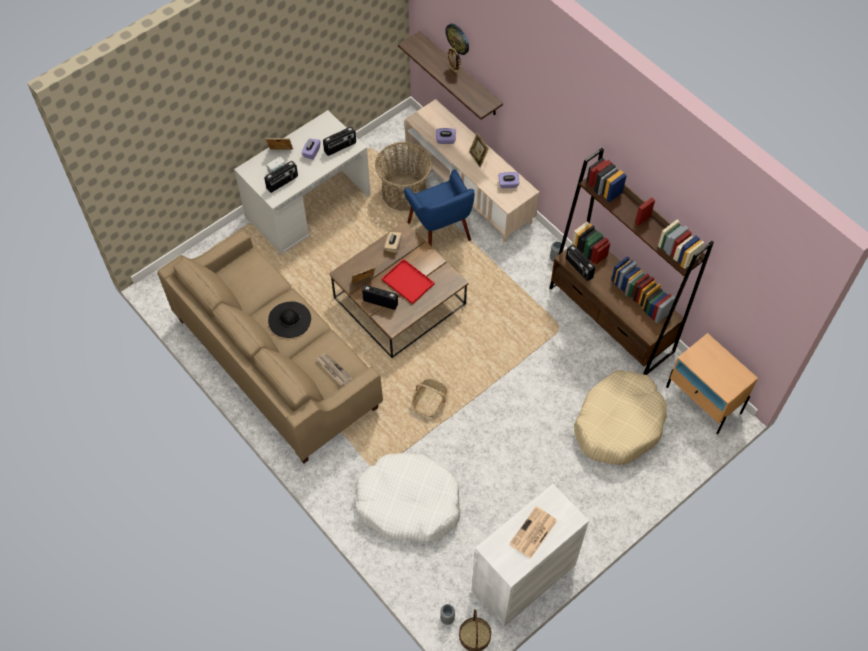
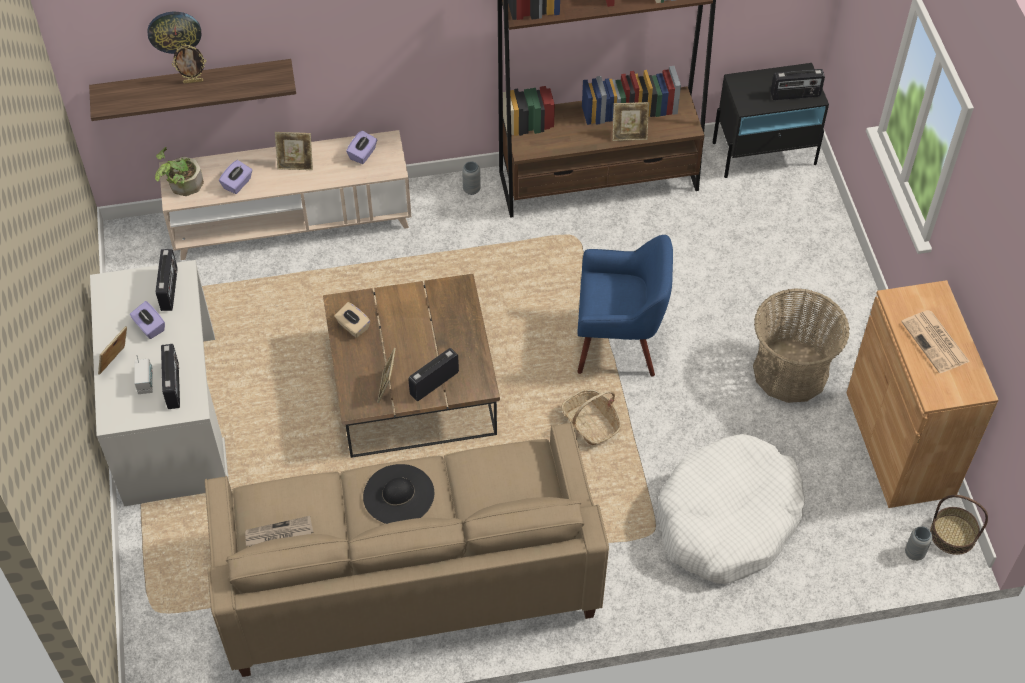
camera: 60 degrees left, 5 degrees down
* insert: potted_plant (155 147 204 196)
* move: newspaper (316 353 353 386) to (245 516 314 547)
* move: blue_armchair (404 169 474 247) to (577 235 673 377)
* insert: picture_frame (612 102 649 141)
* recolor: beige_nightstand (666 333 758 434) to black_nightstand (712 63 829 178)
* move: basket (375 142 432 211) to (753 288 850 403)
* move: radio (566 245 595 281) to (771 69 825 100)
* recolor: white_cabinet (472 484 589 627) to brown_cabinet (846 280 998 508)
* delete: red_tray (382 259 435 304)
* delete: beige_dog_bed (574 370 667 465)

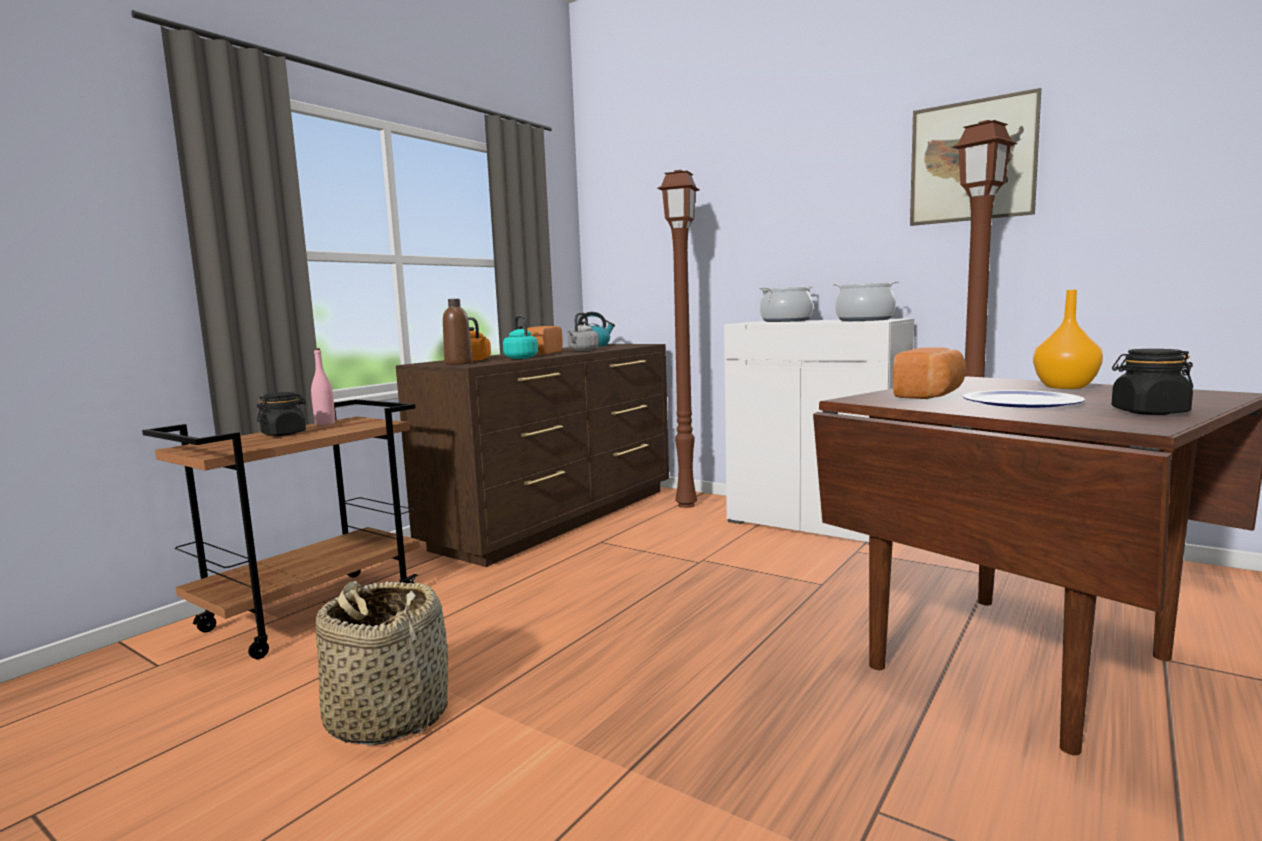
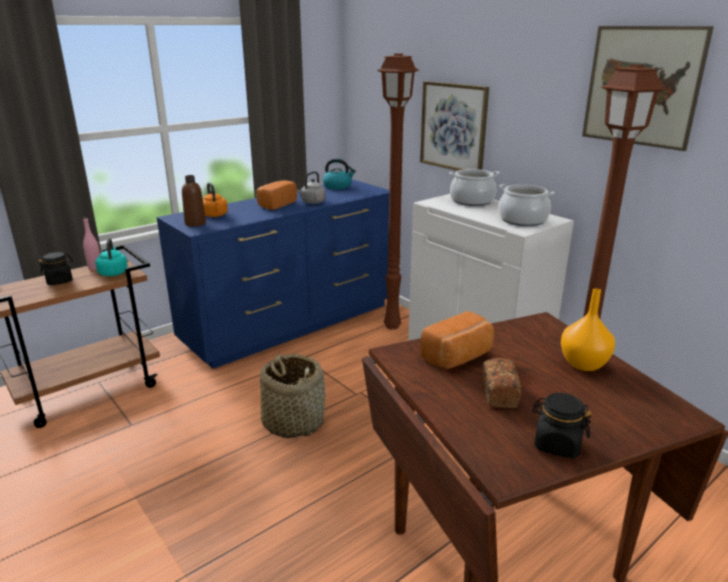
camera: 15 degrees right, 15 degrees up
* move: turquoise_kettle (503 315 538 359) to (95 238 128 276)
* recolor: brown_dresser (396 344 669 567) to blue_dresser (157 179 389 369)
* move: basket (316 581 448 745) to (260 354 325 438)
* insert: picture (420 81 489 171)
* replace: plate (963 390 1085 408) to bread (483 358 521 409)

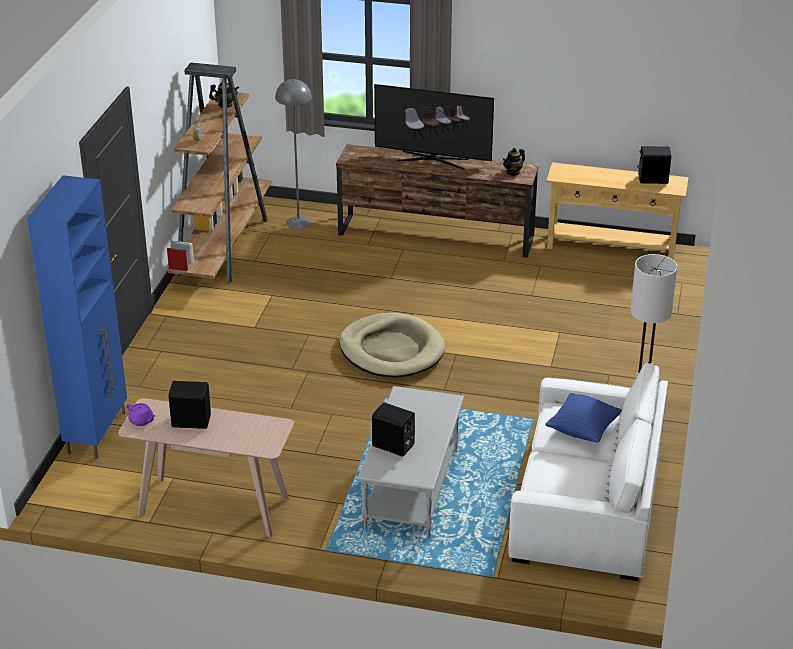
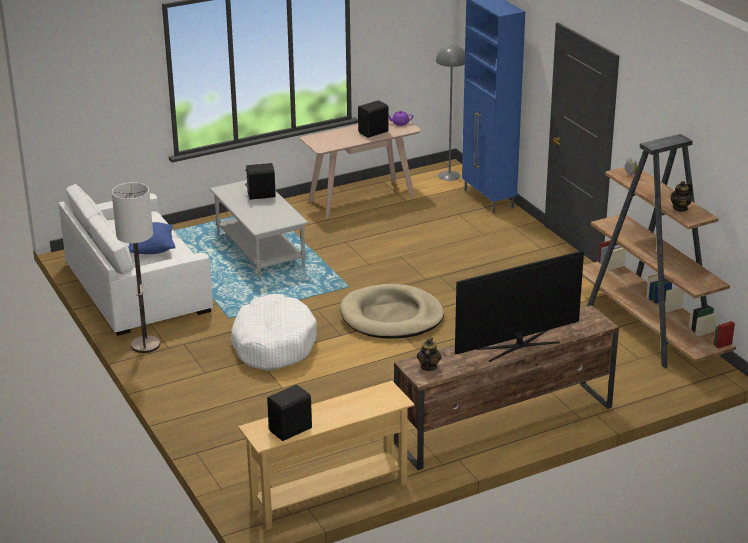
camera: 140 degrees right, 5 degrees down
* insert: white_dog_bed (231 294 317 371)
* move: grey_floor_lamp (275 79 312 229) to (436 45 465 181)

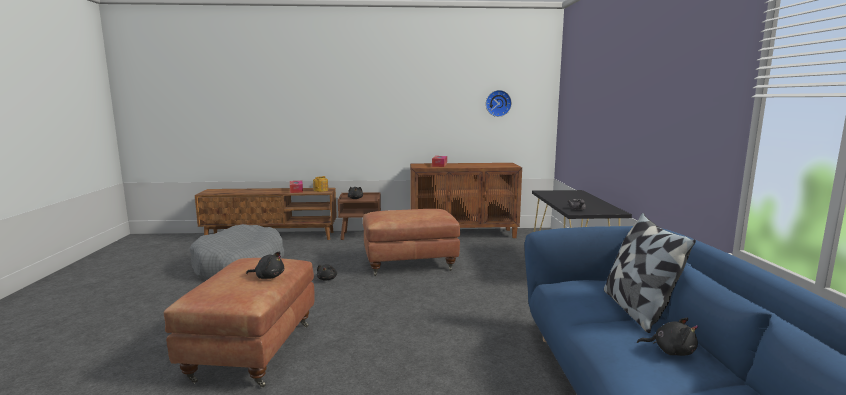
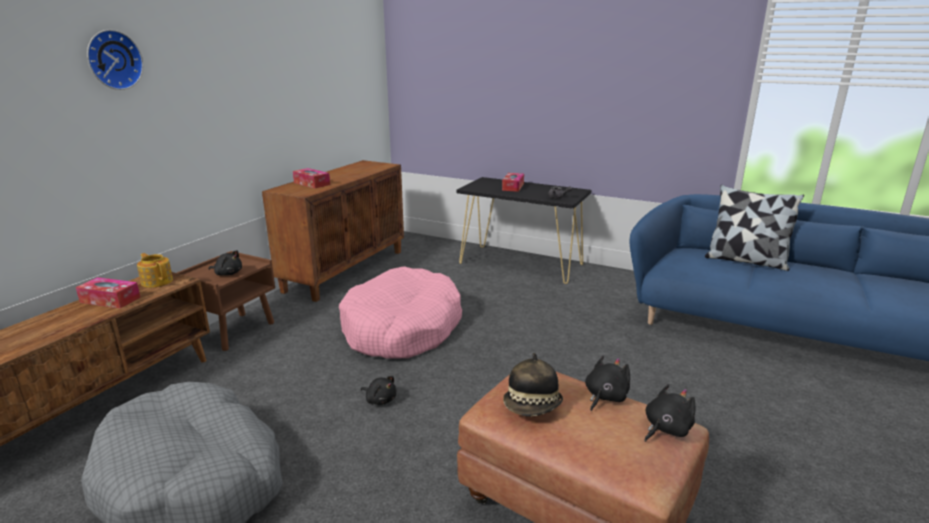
camera: 60 degrees left, 10 degrees up
* move: wall_clock (486 90 512 117) to (87 30 143 90)
* replace: brown_ottoman (363 209 460 276) to pink_dog_bed (339 266 462 358)
* insert: tissue_box (502 173 524 192)
* insert: hat (503 353 563 417)
* move: black_plush_toy (637 318 698 356) to (644 384 695 442)

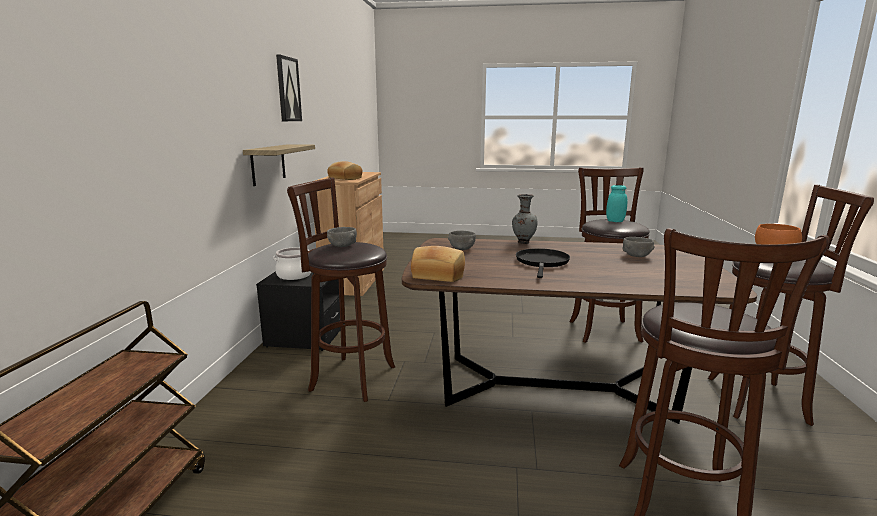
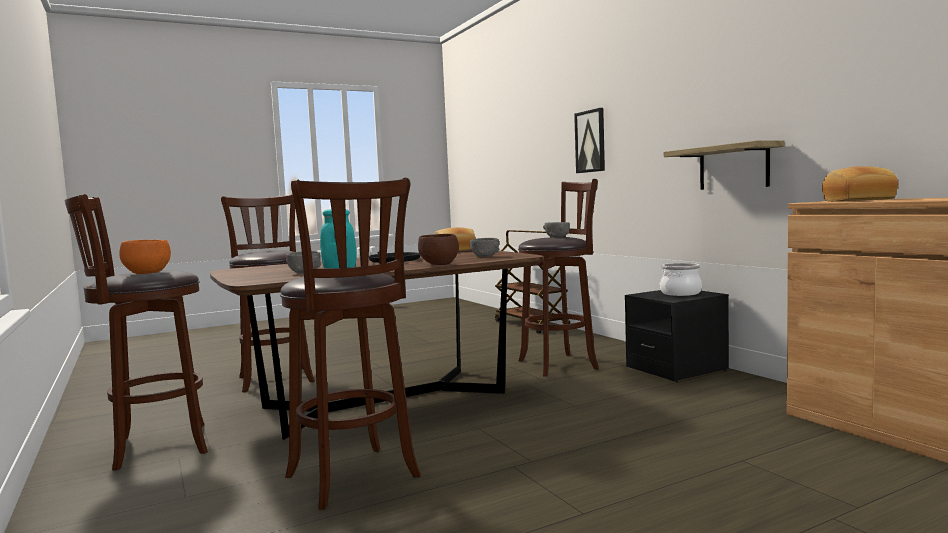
camera: 145 degrees right, 10 degrees down
* replace: grey_vase (512 194 538 244) to brown_bowl (418 234 459 265)
* move: picture (276 54 302 121) to (574 108 605 173)

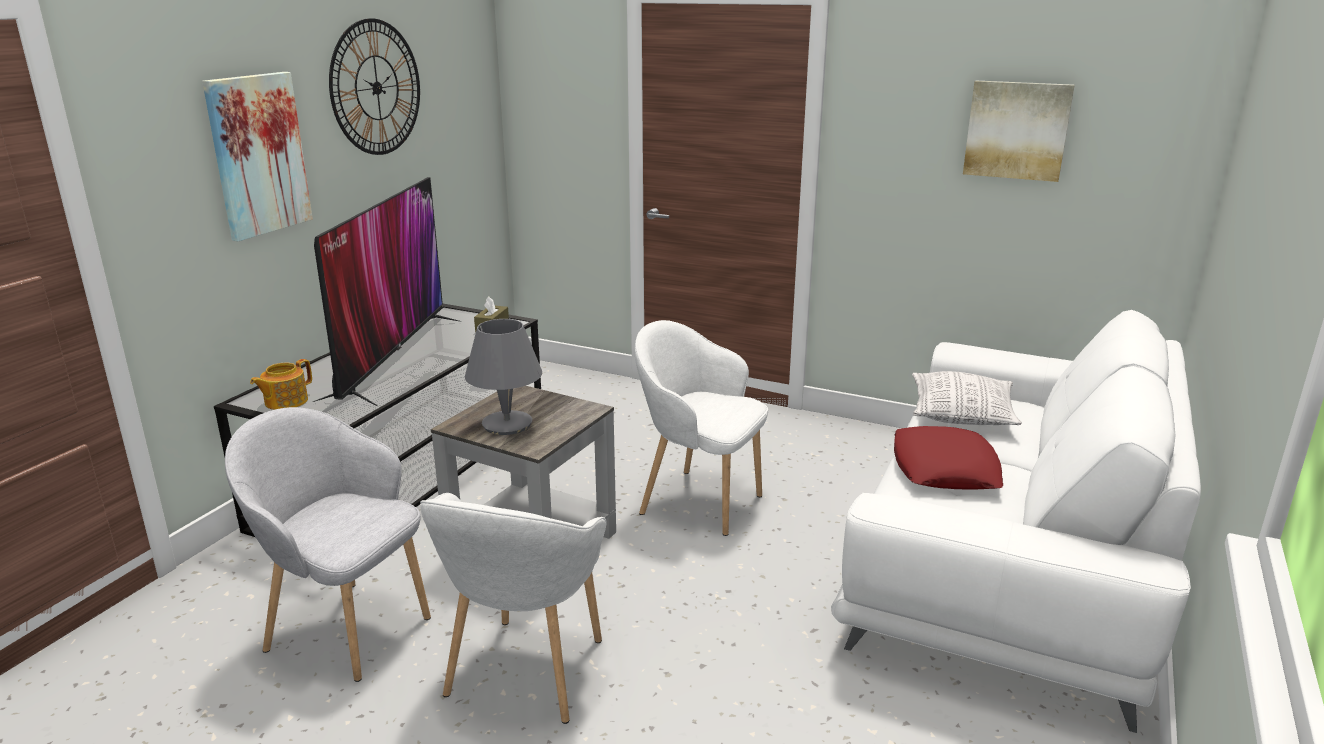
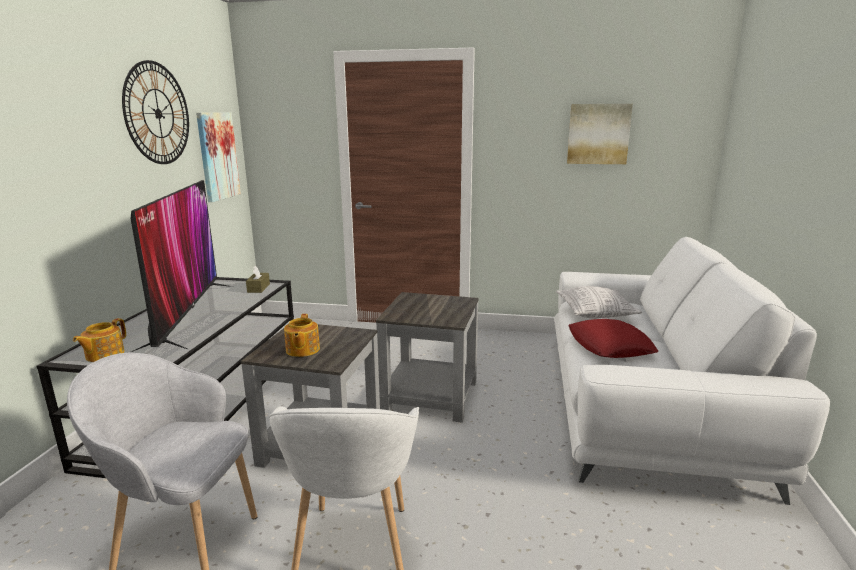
camera: 15 degrees left, 5 degrees down
* move: picture (202 72 313 241) to (196 112 241 202)
* replace: grey_table_lamp (465 319 542 435) to teapot (284 314 320 357)
* replace: white_armchair (634 320 768 536) to grey_side_table (376 292 479 423)

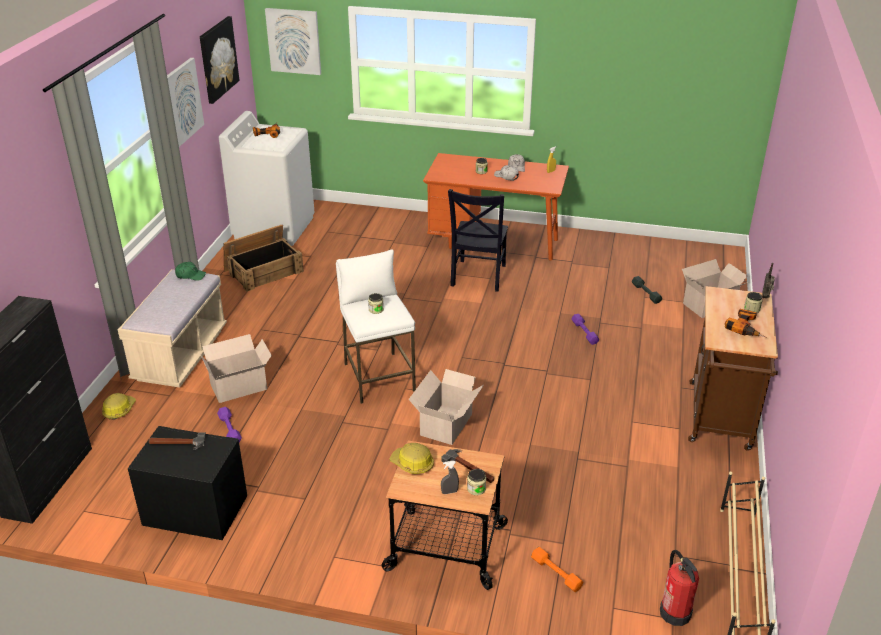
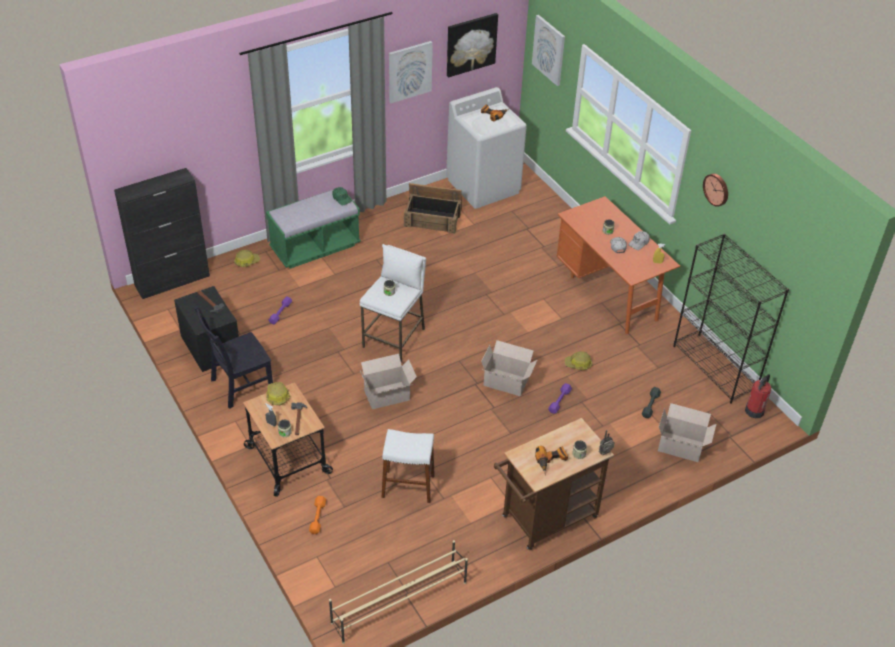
camera: 45 degrees right, 10 degrees up
* move: black_chair (448 189 508 292) to (194 306 273 409)
* recolor: beige_bench (118 269 227 387) to green_bench (266 190 361 269)
* insert: white_stool (382 429 435 503)
* move: cardboard_box (200 334 272 403) to (481 340 538 396)
* insert: hard_hat (565 351 592 370)
* insert: black_bookcase (673 233 789 404)
* insert: wall_clock (703 173 728 207)
* move: fire_extinguisher (660 550 699 626) to (745 374 771 418)

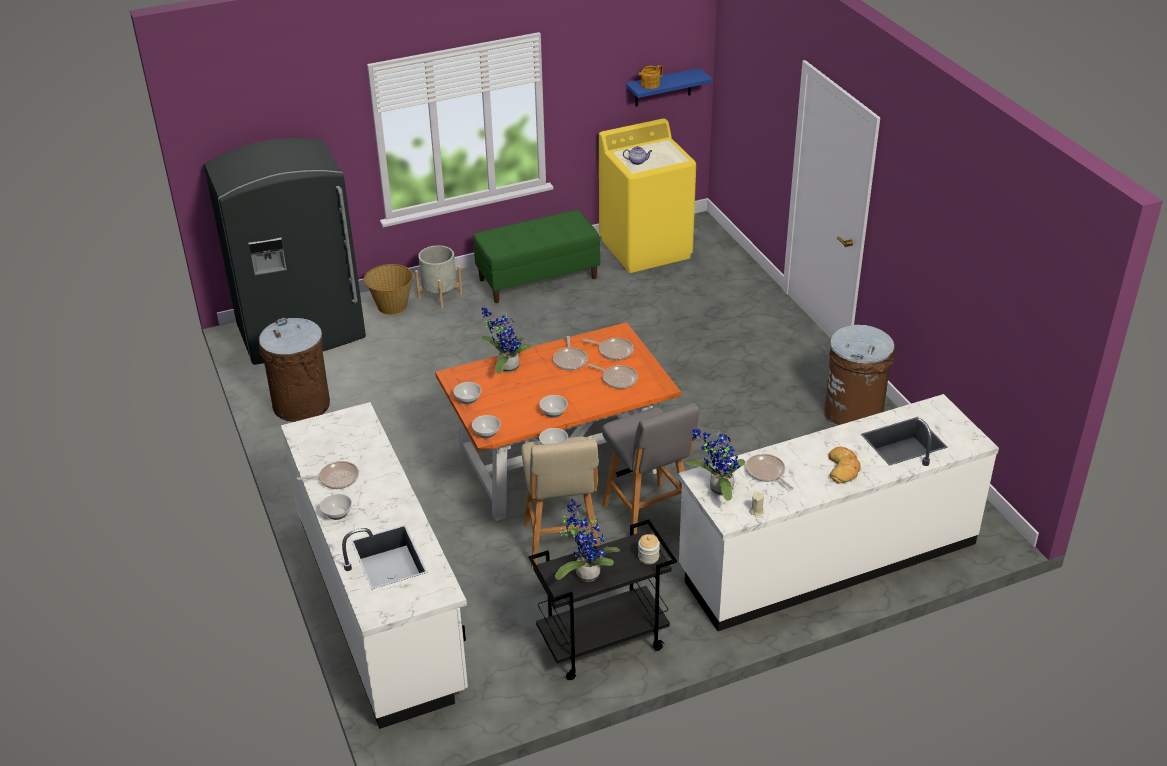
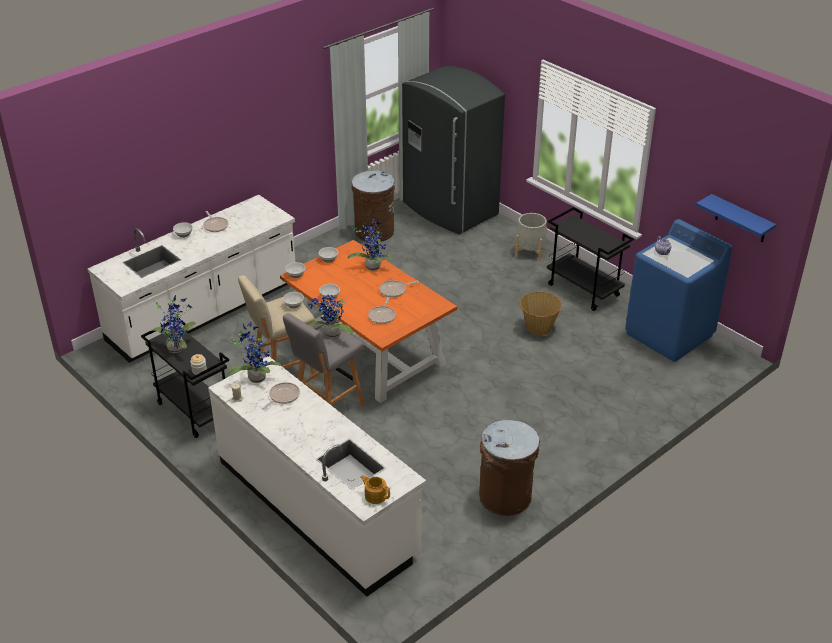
camera: 70 degrees right, 0 degrees up
* insert: potted_plant (309 295 353 338)
* move: teapot (638 65 663 89) to (360 475 390 504)
* move: basket (364 264 413 315) to (520 292 562 335)
* replace: green_bench (473 210 600 303) to black_cart (547 207 634 311)
* recolor: yellow_washing_machine (599 119 696 273) to blue_washing_machine (625 219 732 362)
* delete: frying_pan (583 338 634 360)
* delete: bread (828 447 861 484)

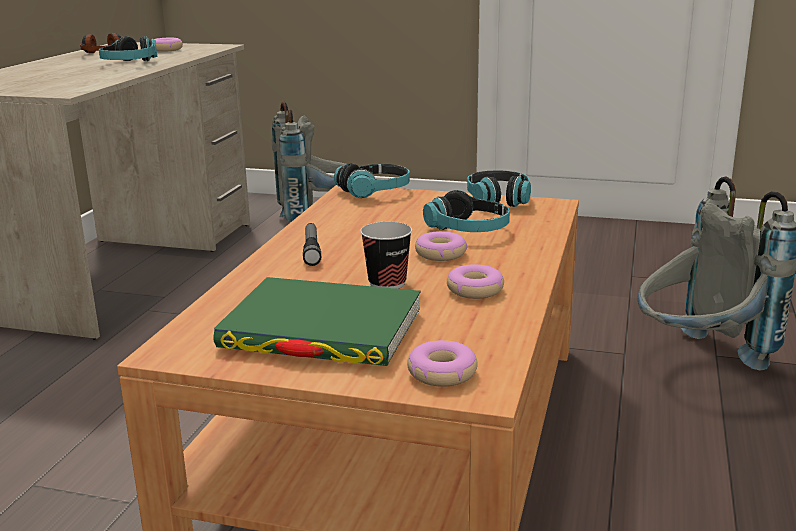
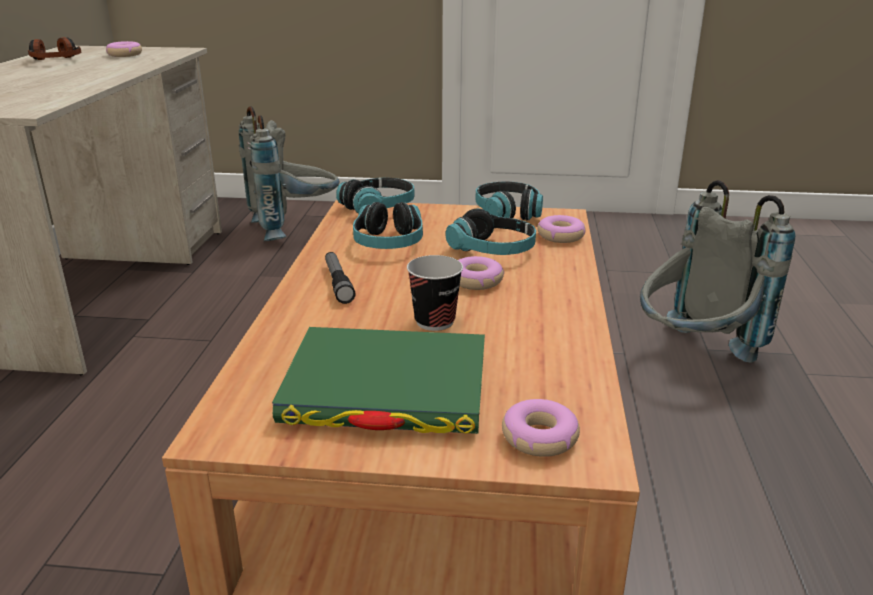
camera: 10 degrees left, 5 degrees up
* move: headphones (99 36 157 61) to (353 202 423 249)
* move: donut (447 264 504 299) to (537 215 586 243)

